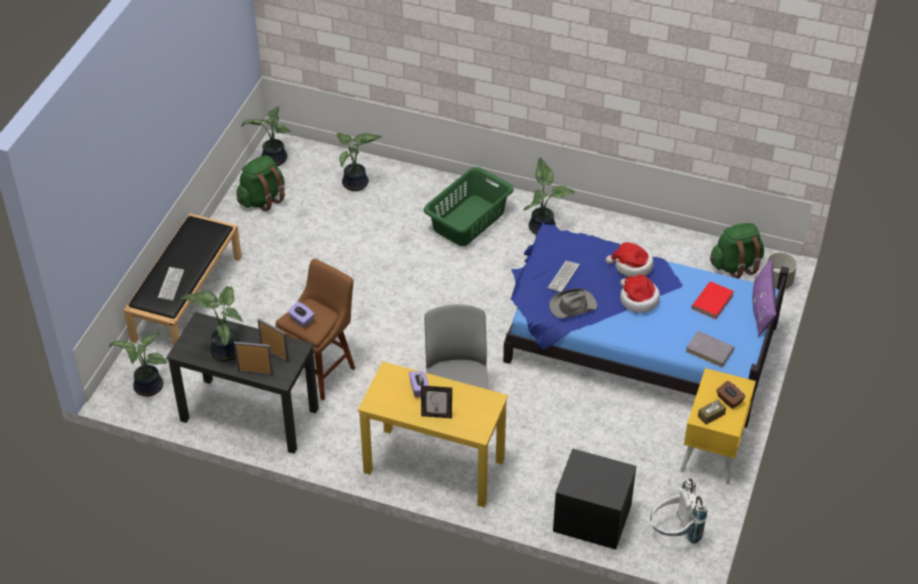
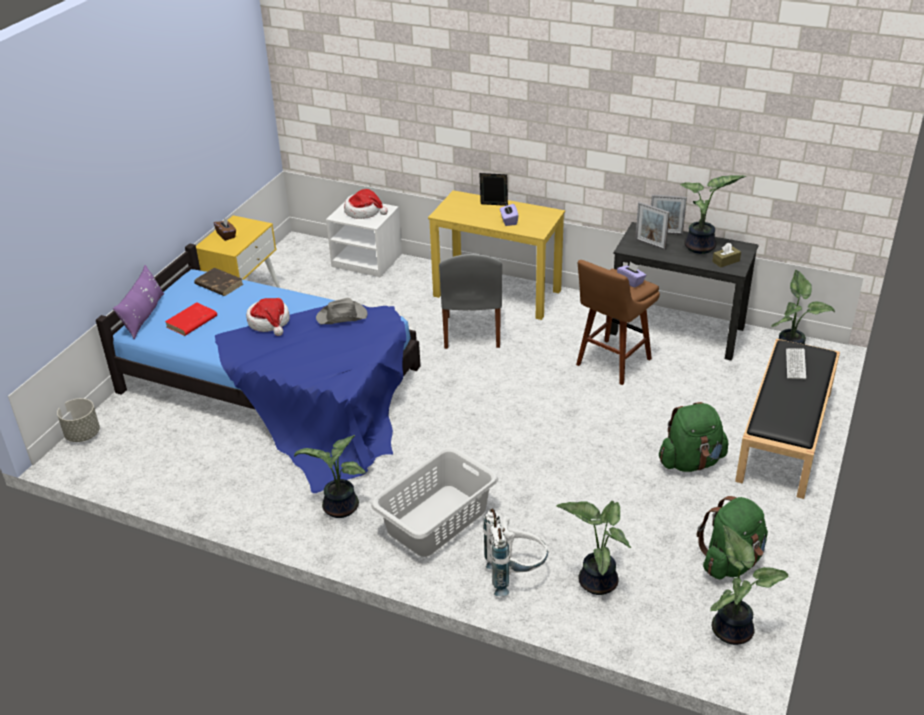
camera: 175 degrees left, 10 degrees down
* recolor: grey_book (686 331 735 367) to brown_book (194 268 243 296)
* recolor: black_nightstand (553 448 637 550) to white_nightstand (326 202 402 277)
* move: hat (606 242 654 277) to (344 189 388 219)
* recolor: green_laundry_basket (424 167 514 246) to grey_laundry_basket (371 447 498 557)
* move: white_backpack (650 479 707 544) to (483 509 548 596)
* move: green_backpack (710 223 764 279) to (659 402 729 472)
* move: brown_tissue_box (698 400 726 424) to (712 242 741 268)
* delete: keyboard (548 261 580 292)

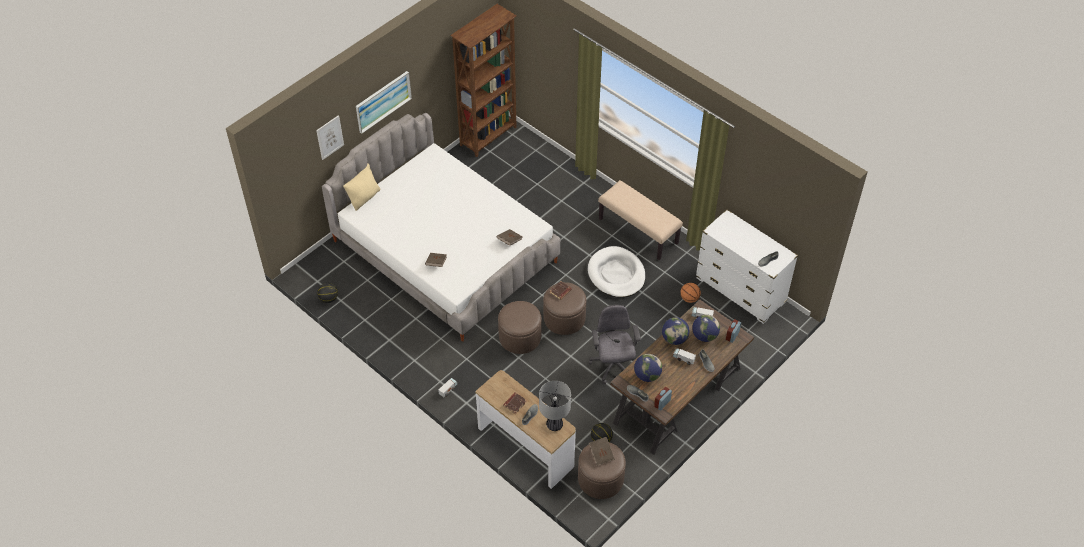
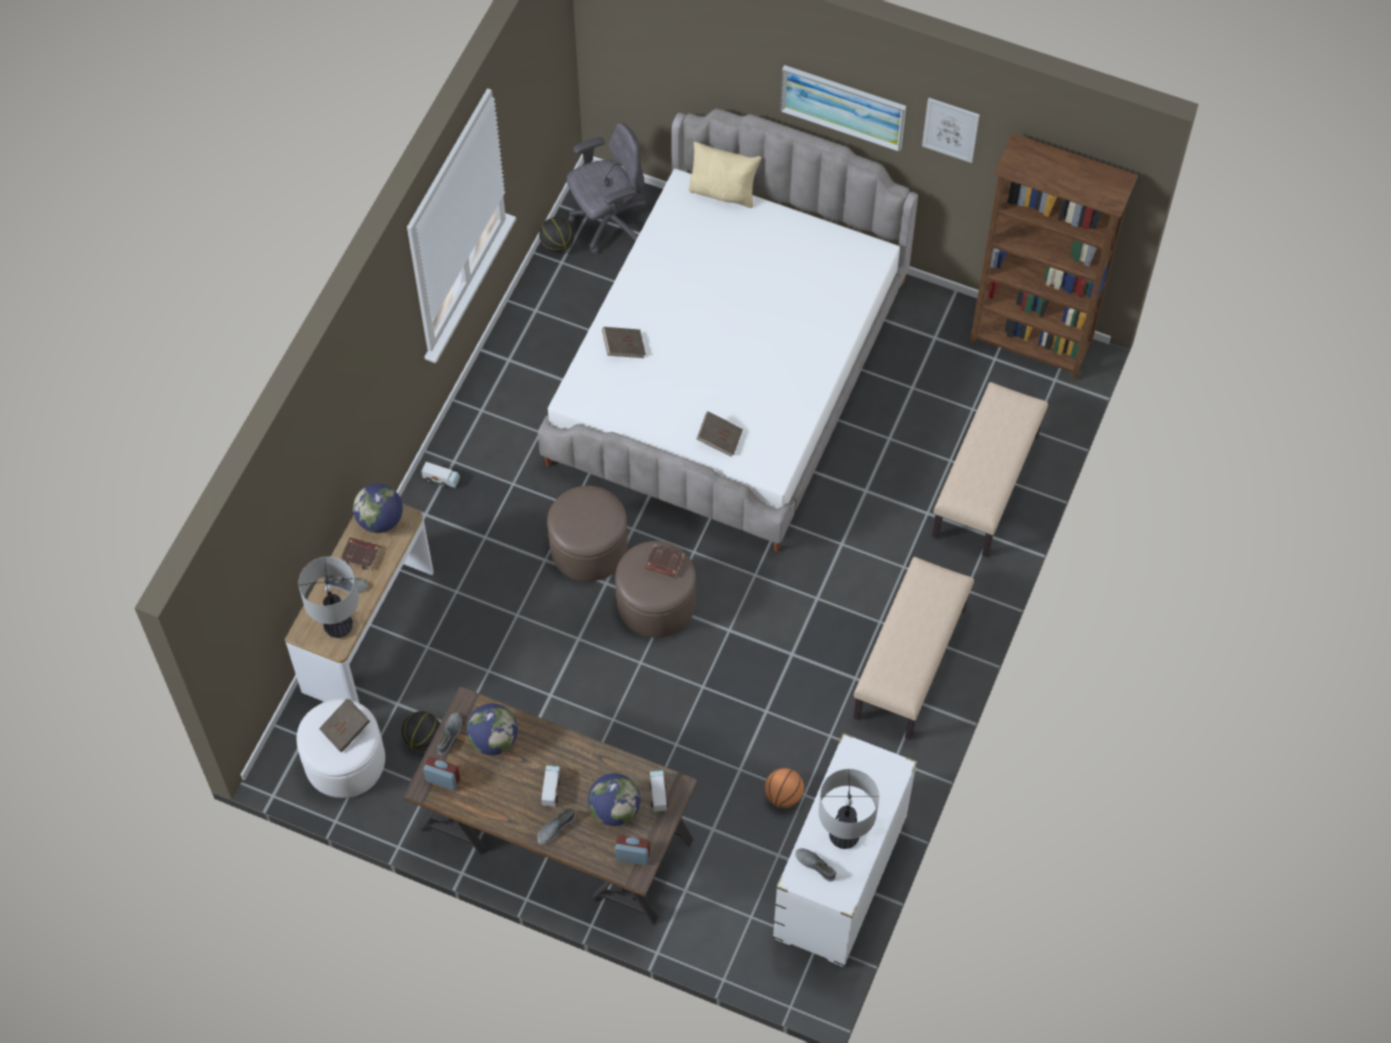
camera: 70 degrees right, 10 degrees up
* recolor: brown_ottoman (578 442 626 499) to white_ottoman (297 699 385 798)
* move: globe (662 317 690 345) to (353 484 403 533)
* move: grey_office_chair (589 305 641 384) to (567 123 647 254)
* insert: table_lamp (819 769 879 849)
* move: picture (316 115 344 160) to (922 98 980 163)
* insert: beige_bench (932 382 1048 557)
* delete: white_dog_bed (588 246 645 298)

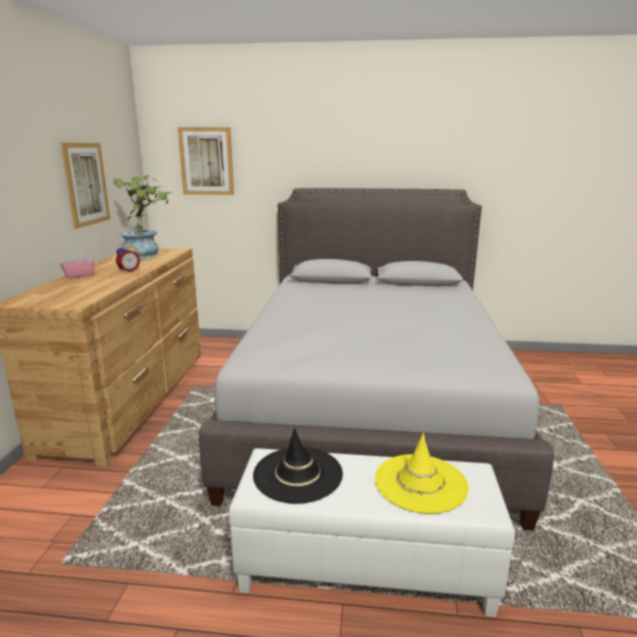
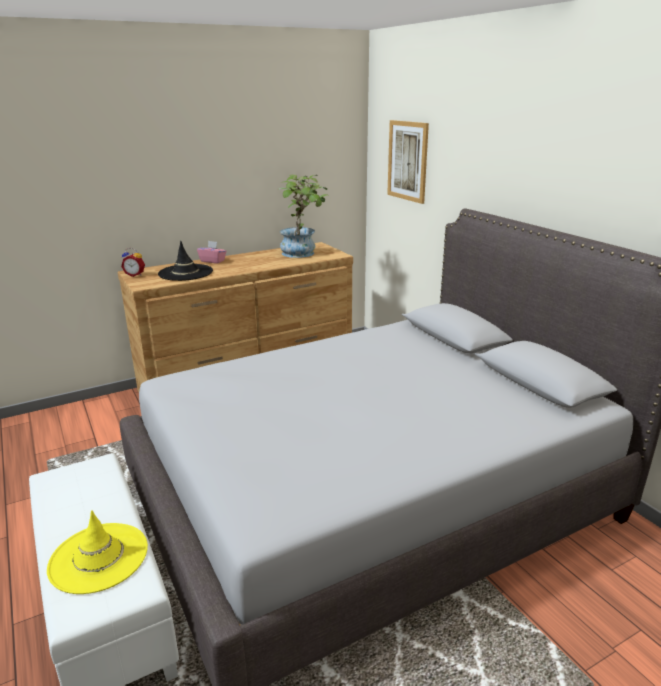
camera: 55 degrees right, 5 degrees up
* move: alarm_clock (115 242 140 272) to (121 248 145 277)
* move: black_hat (253 428 343 504) to (158 241 213 281)
* delete: picture (61 143 110 228)

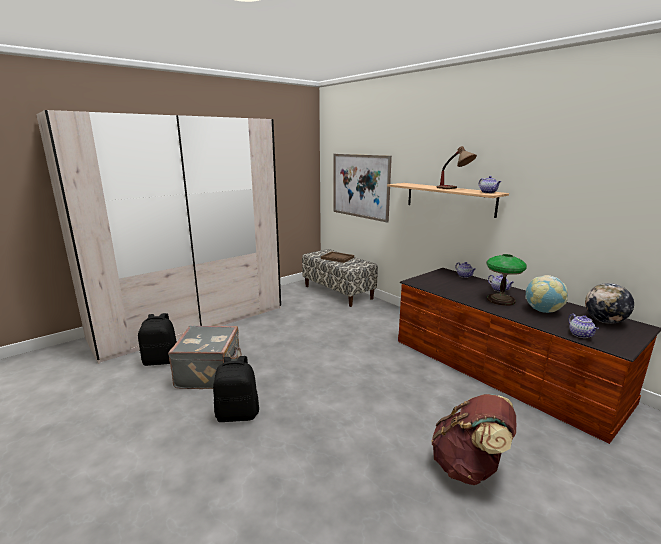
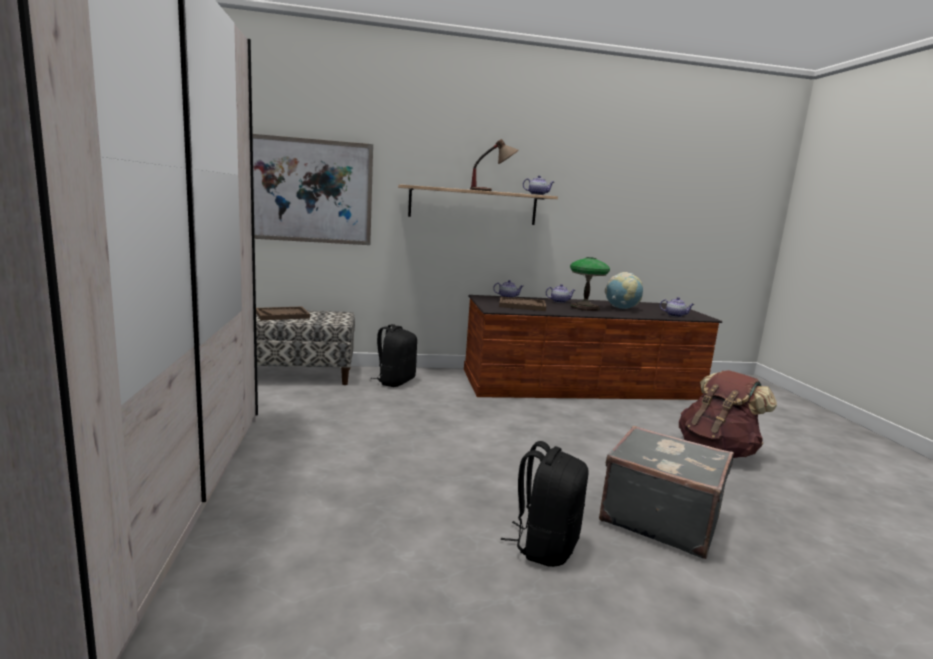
camera: 60 degrees left, 5 degrees down
* move: black_backpack (138 313 177 366) to (371 324 417 387)
* insert: brown_tray (499 297 546 311)
* move: grey_suitcase (168 325 242 389) to (599 426 734 559)
* delete: globe (585 283 634 324)

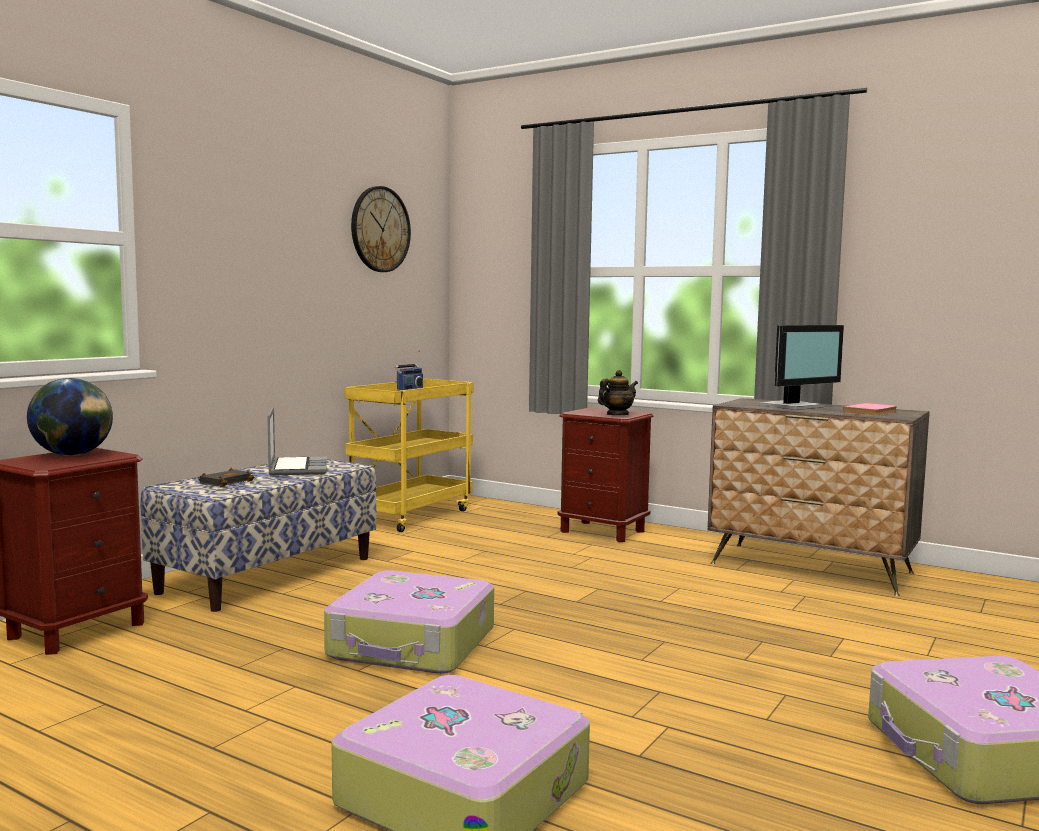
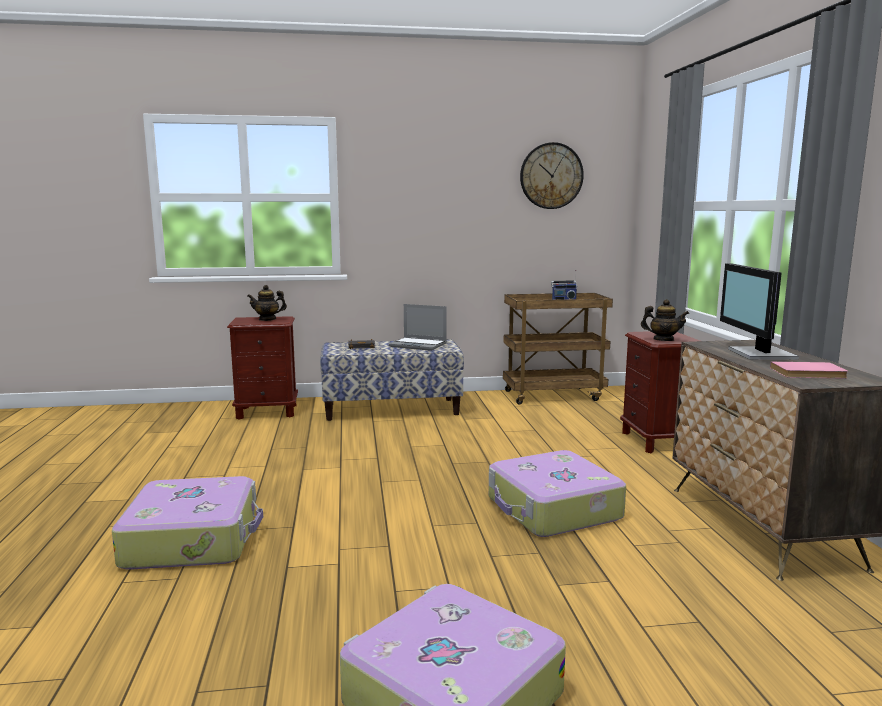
camera: 50 degrees right, 5 degrees up
* replace: globe (27 378 113 456) to teapot (248 285 287 321)
* rotate: laptop (267 407 327 476) = (389 304 447 351) 75 degrees clockwise
* move: suitcase (324 570 494 674) to (489 450 626 537)
* recolor: yellow_cart (345 379 474 532) to brown_cart (503 293 613 405)
* rotate: monitor (759 325 844 410) = (720 263 799 360) 75 degrees clockwise

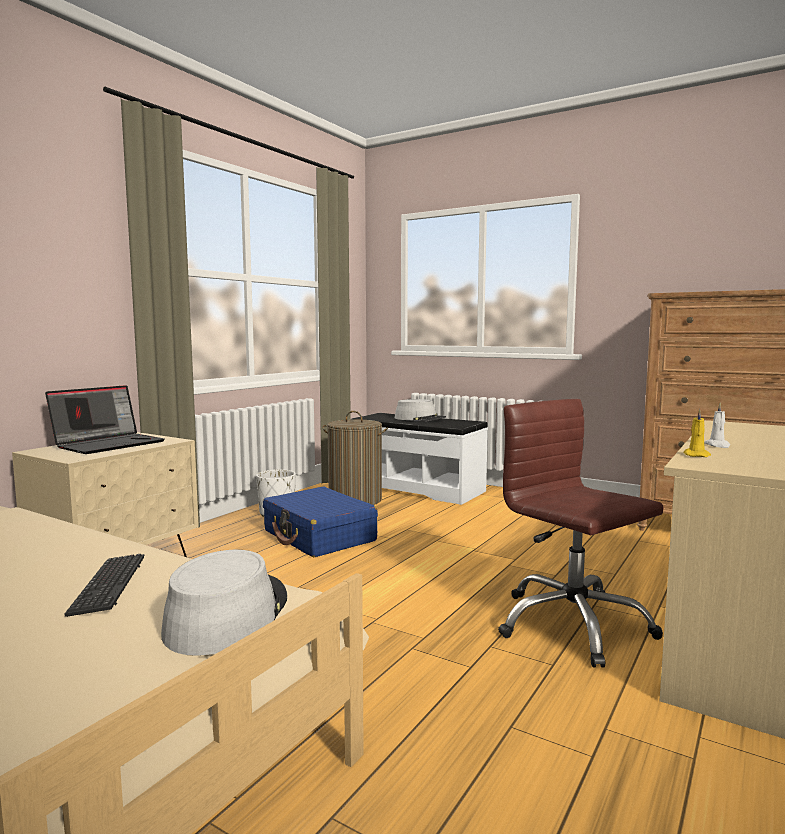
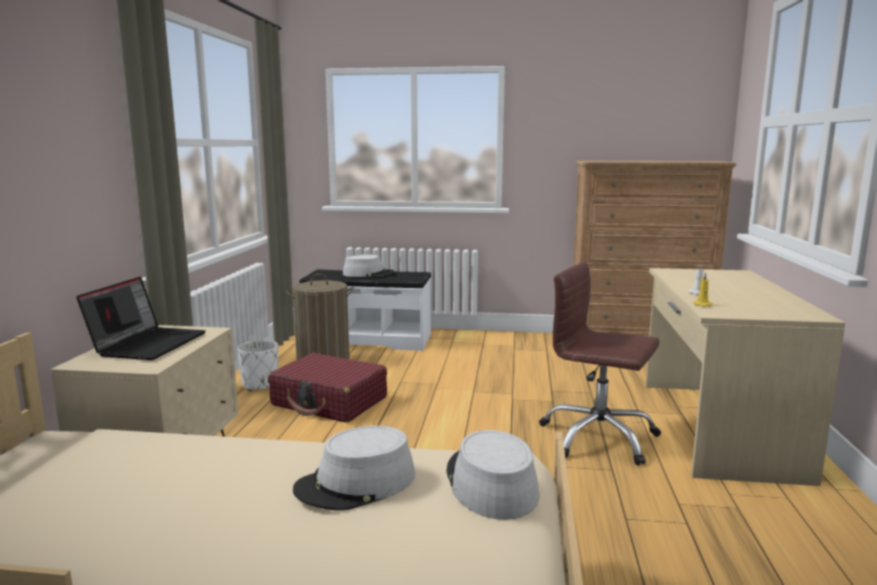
camera: 25 degrees left, 5 degrees up
* recolor: blue_suitcase (263 487 378 558) to red_suitcase (268 353 387 423)
* replace: keyboard (64 554 144 617) to grey_hat (293 426 415 510)

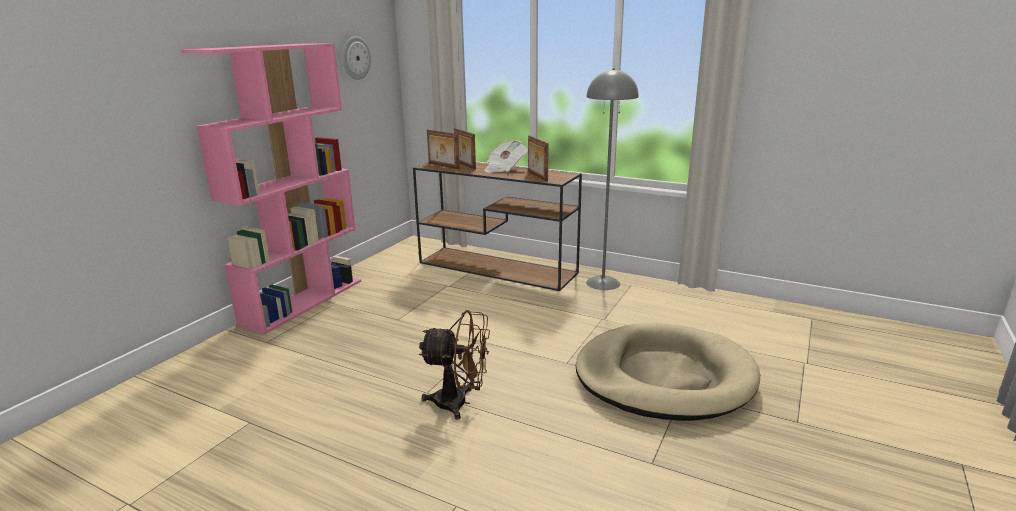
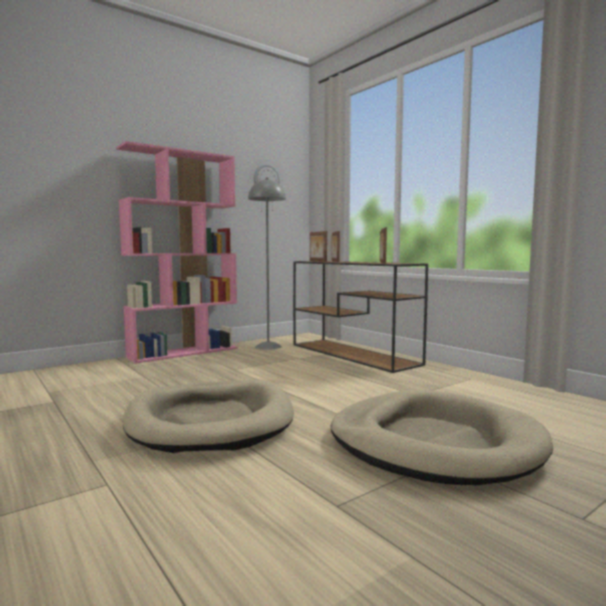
camera: 25 degrees right, 15 degrees down
* replace: brown_fan (419 310 490 420) to beige_dog_bed (123 380 294 453)
* move: grey_floor_lamp (586 68 638 290) to (248 179 286 350)
* delete: newspaper (485 140 528 173)

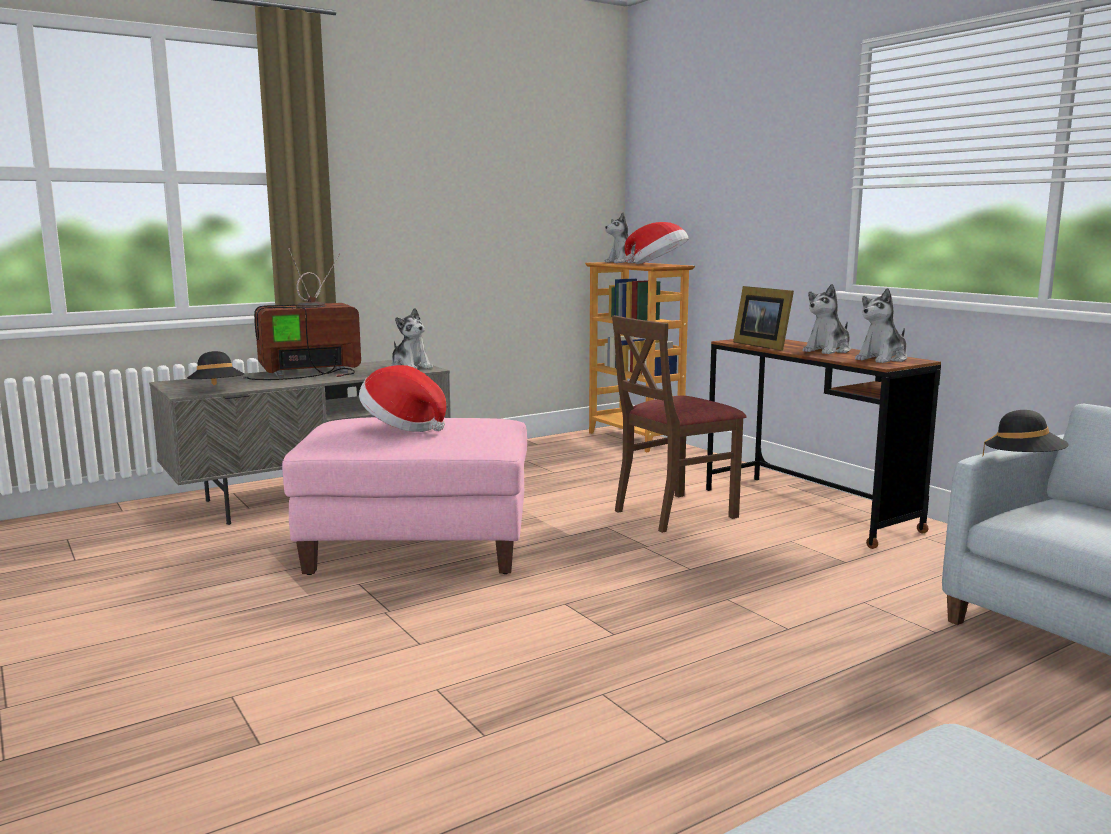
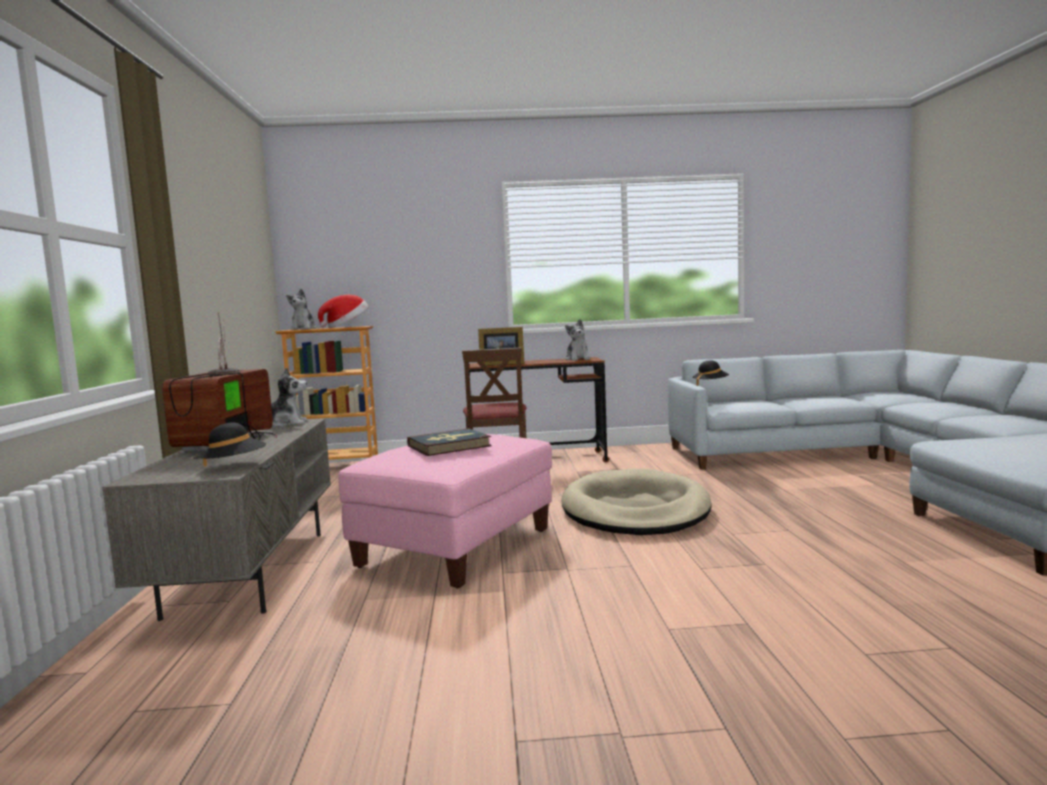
camera: 60 degrees left, 5 degrees down
* replace: hat (359 365 446 432) to book (407 428 492 456)
* insert: beige_dog_bed (561 468 712 535)
* delete: plush_toy (802 284 851 354)

